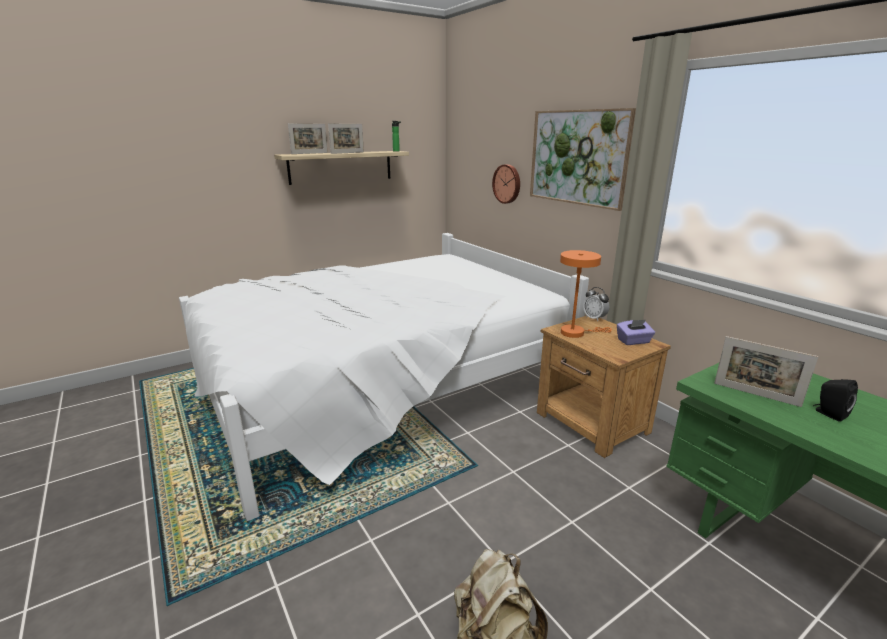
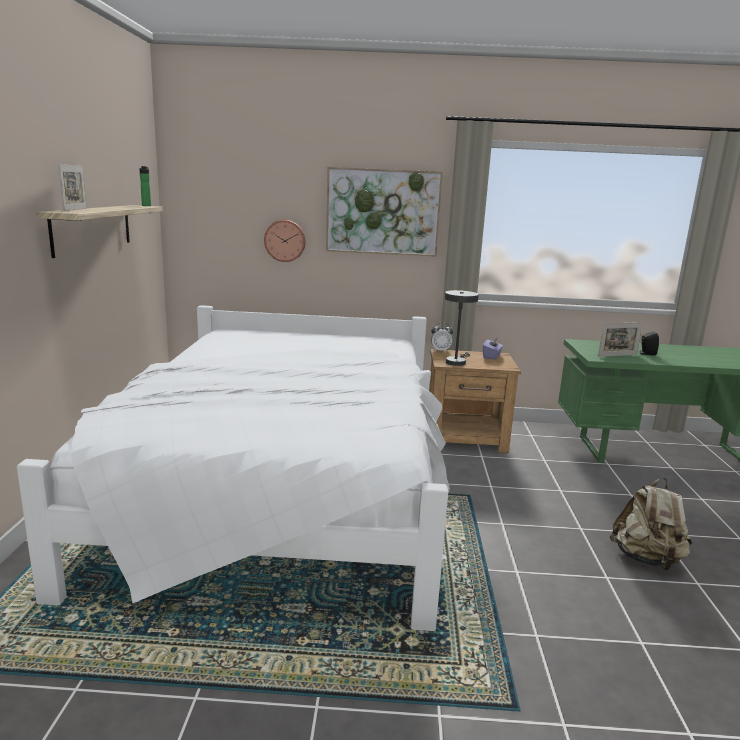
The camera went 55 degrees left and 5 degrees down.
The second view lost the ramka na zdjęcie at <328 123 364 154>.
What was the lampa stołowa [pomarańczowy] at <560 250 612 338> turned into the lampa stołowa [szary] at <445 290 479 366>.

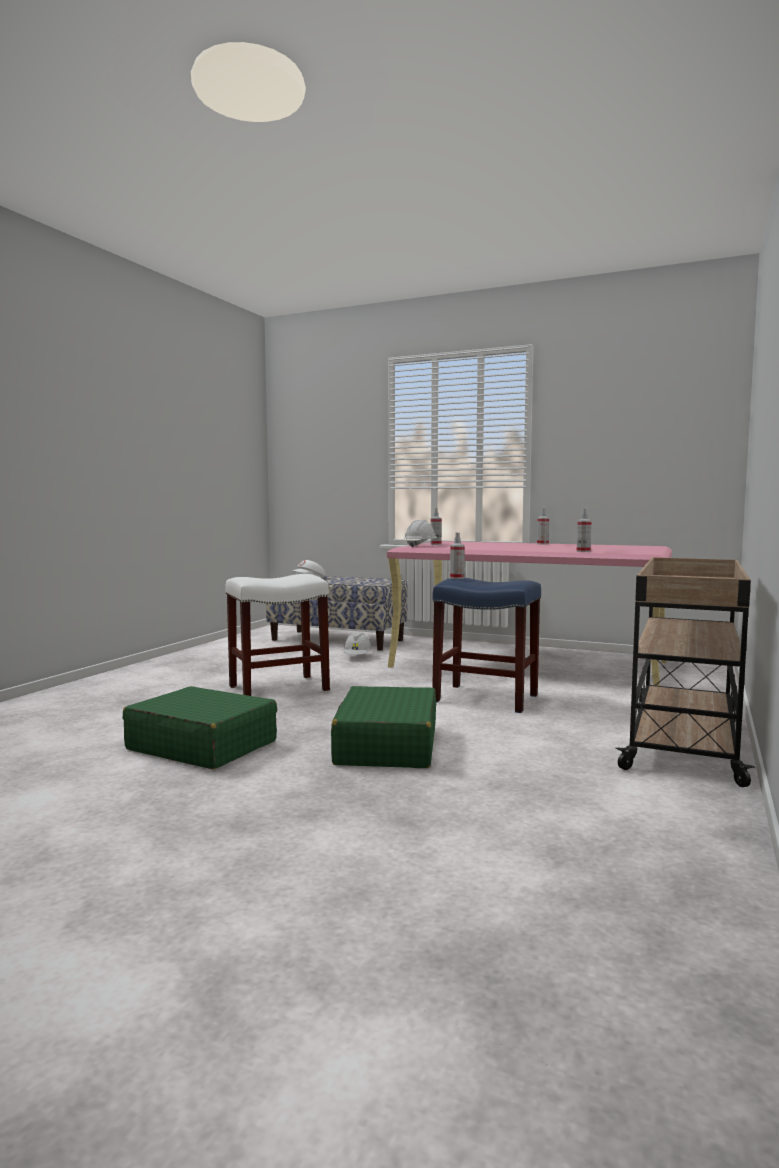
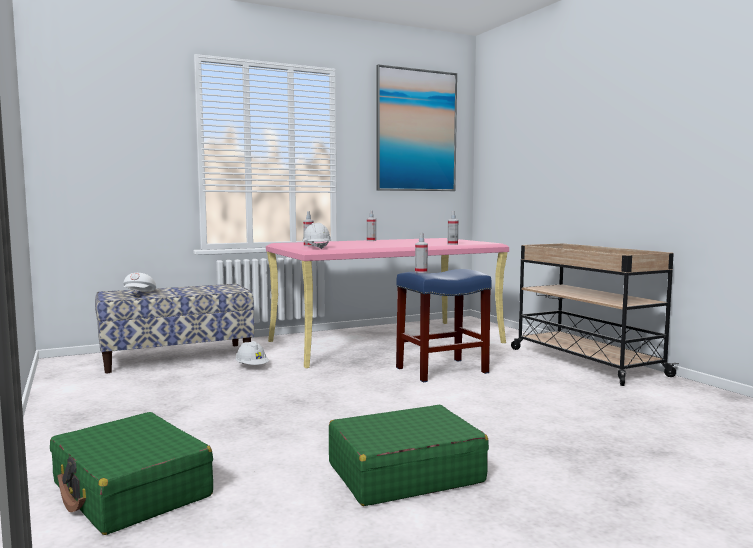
The camera went 50 degrees left and 0 degrees up.
The second view lost the stołek [biały] at <225 574 330 696>.
The walizka [zielony] ended up elsewhere, having gone from <331 686 437 768> to <50 412 213 535>.
The second view gained the obraz at <376 64 457 191>.

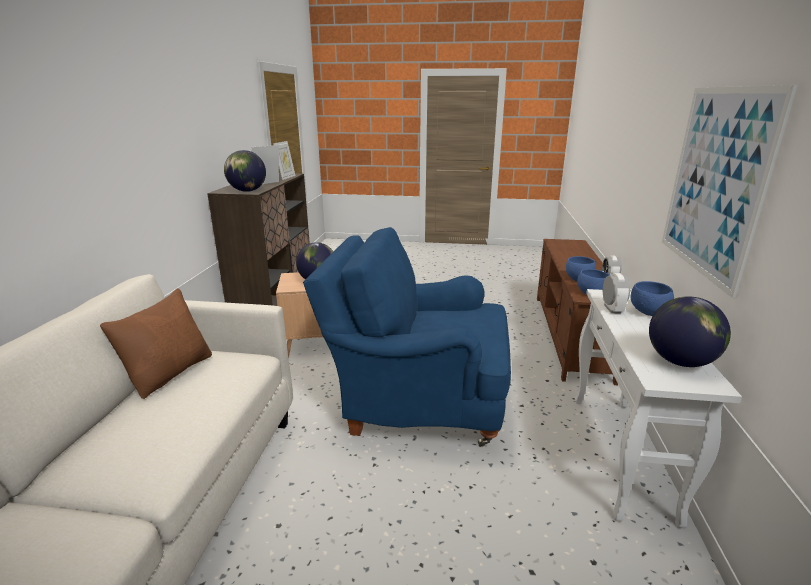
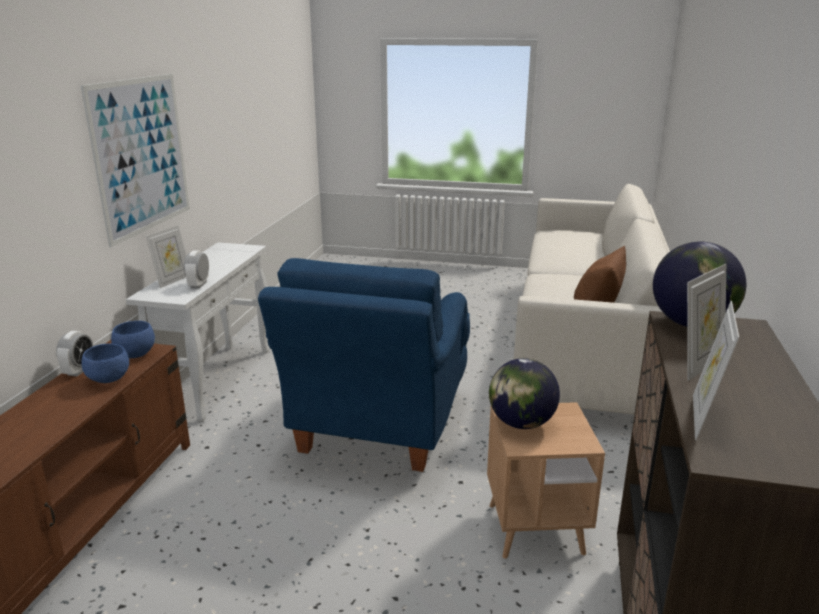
The camera went 175 degrees left and 0 degrees up.
The fotel [niebieski] at <303 227 511 447> ended up facing another way, 90 degrees clockwise from before.
Where the miska [niebieski] stood at <630 281 674 316>, the ramka na zdjęcie came to stand at <146 225 186 288>.
The second view lost the globus at <649 296 731 367>.

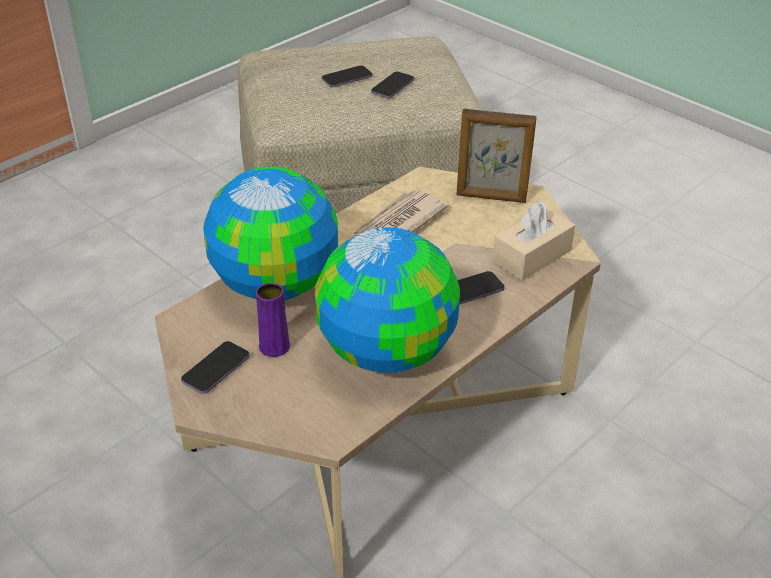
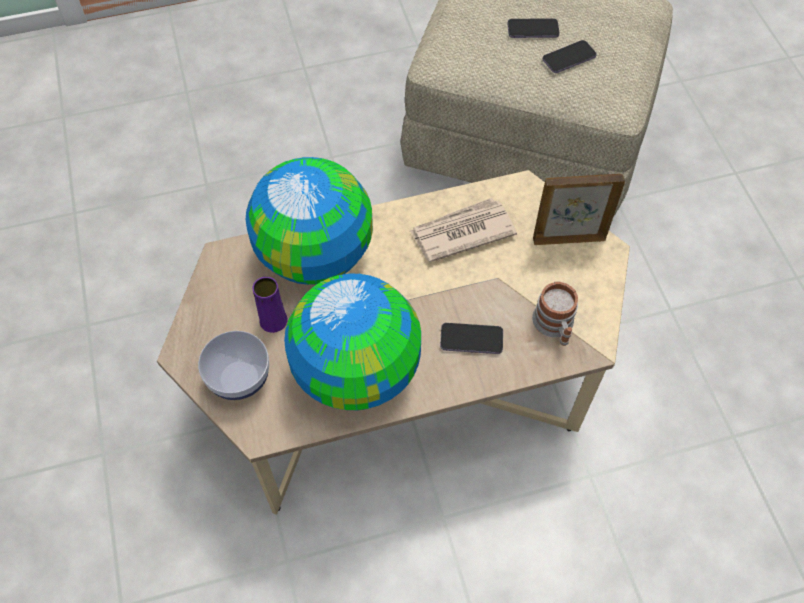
The camera went 30 degrees right and 20 degrees up.
The second view lost the telefon at <181 341 250 394>.
The ramka na zdjęcie at <457 109 537 203> ended up facing another way, 135 degrees clockwise from before.
Where the pudełko chusteczek [beżowy] stood at <493 201 575 281>, the kubek came to stand at <532 282 578 346>.
The second view gained the miska at <198 331 269 400>.

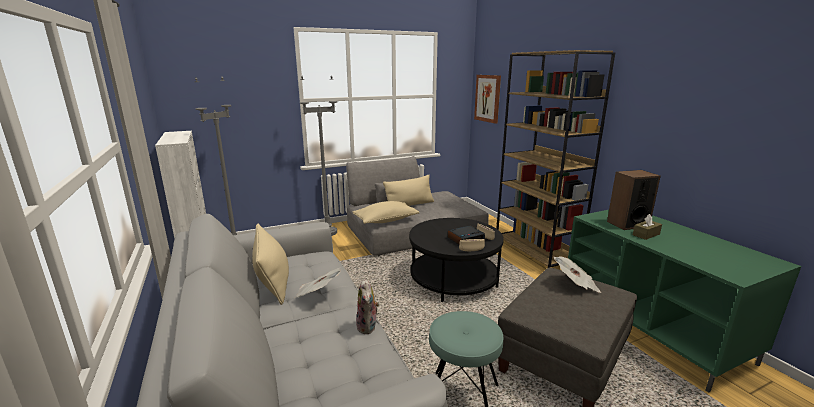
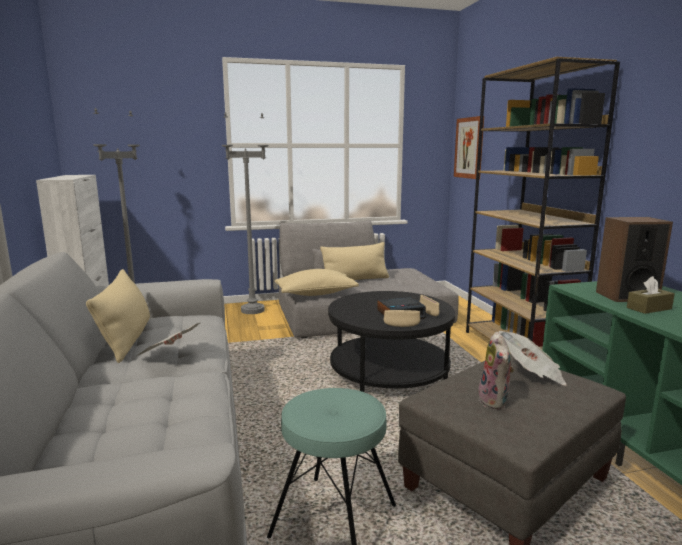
The camera went 10 degrees right and 5 degrees down.
The pluszak ended up elsewhere, having gone from <356 278 380 334> to <479 332 514 409>.

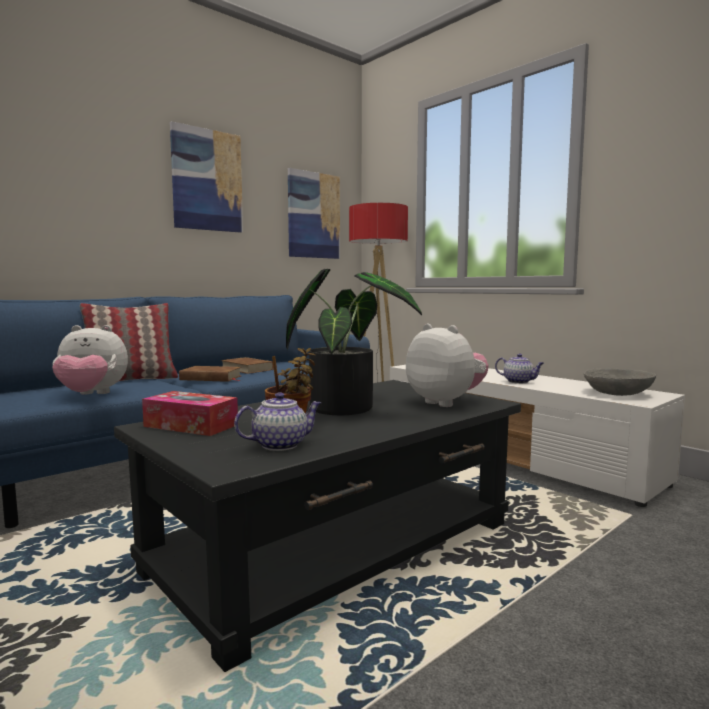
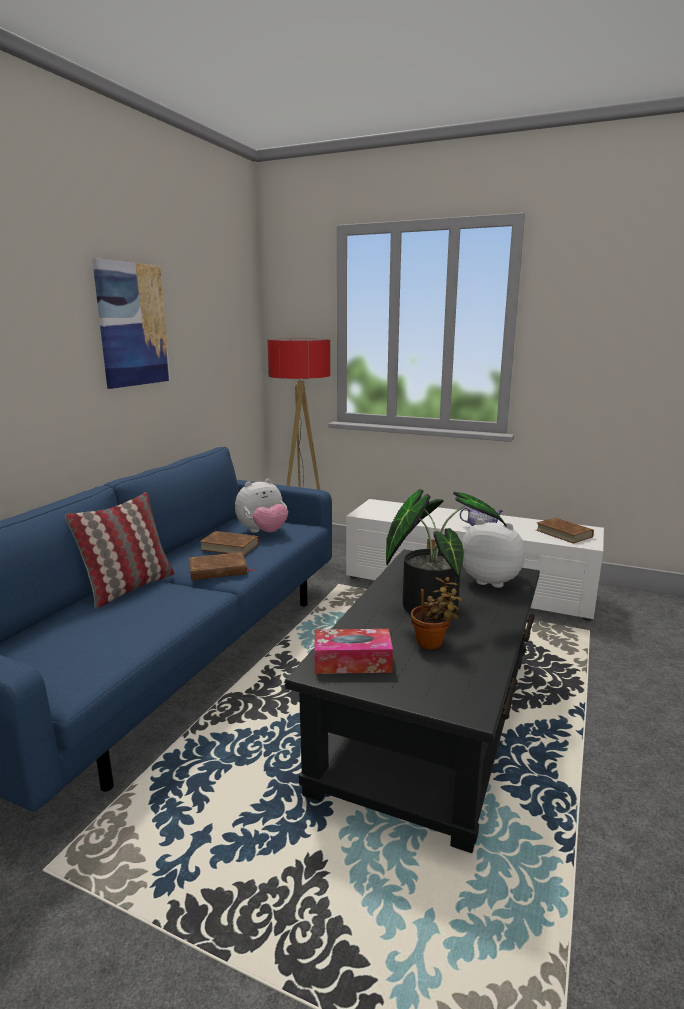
The camera went 25 degrees left and 10 degrees up.
The pluszak ended up elsewhere, having gone from <52 325 128 394> to <235 479 288 533>.
The second view lost the imbryk at <234 392 321 451>.
The second view lost the obraz at <288 168 340 259>.
Where the miska [szary] stood at <584 368 656 396>, the książka [brązowy] came to stand at <536 518 594 544>.

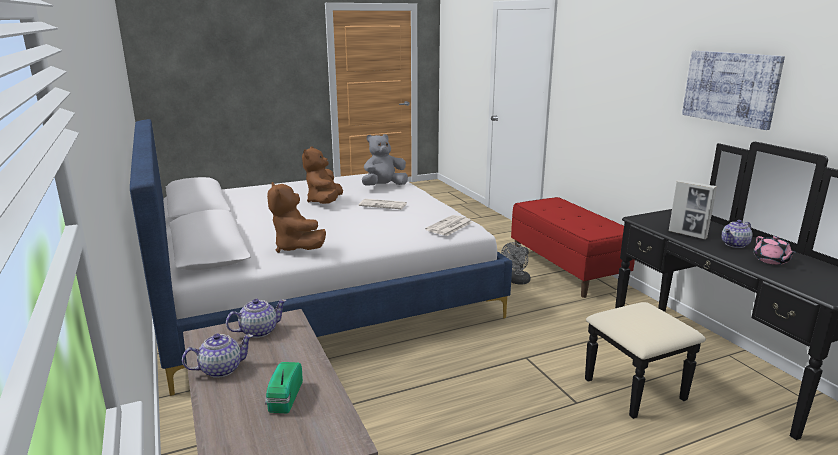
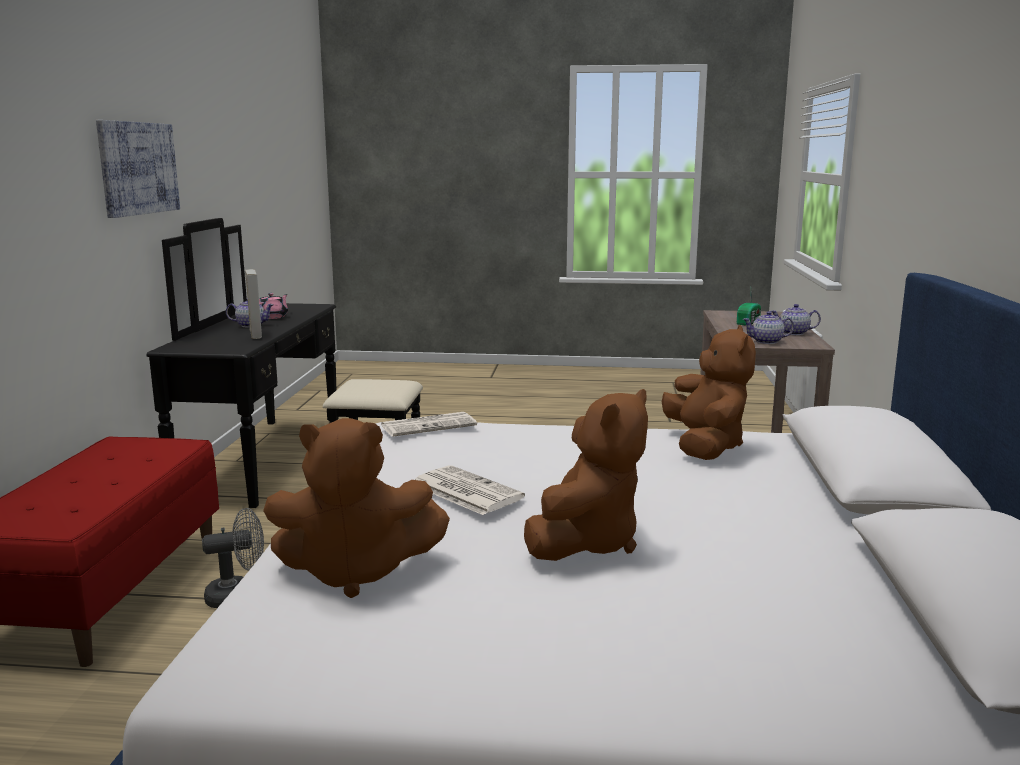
The camera went 150 degrees left and 5 degrees down.
What was the pluszak [szary] at <362 134 408 186> turned into the pluszak [brązowy] at <263 418 450 598>.

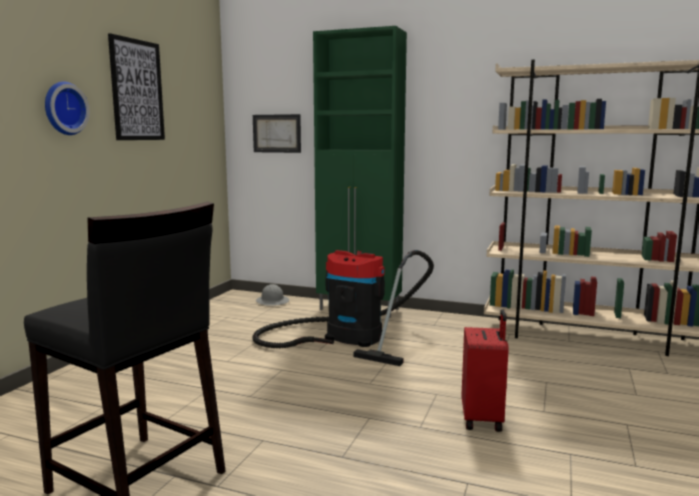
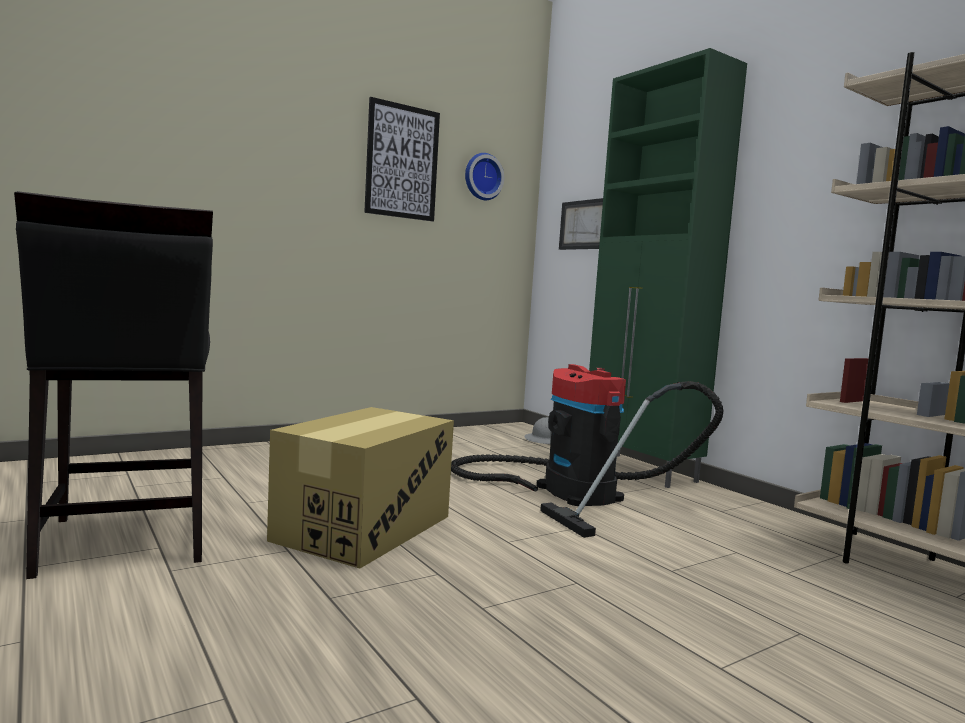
The camera went 35 degrees right and 5 degrees down.
The zegar ścienny ended up elsewhere, having gone from <45 82 90 135> to <465 153 504 200>.
The second view lost the walizka [czerwony] at <462 309 509 432>.
The second view gained the karton at <267 407 454 569>.

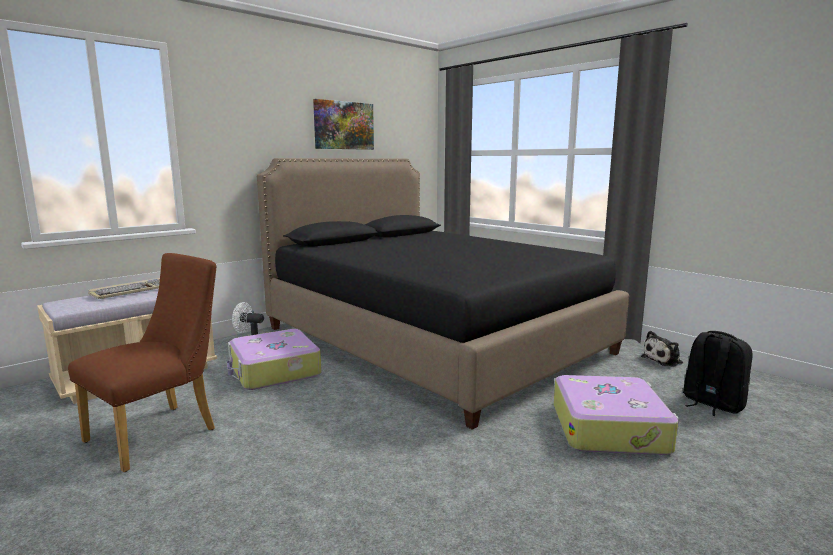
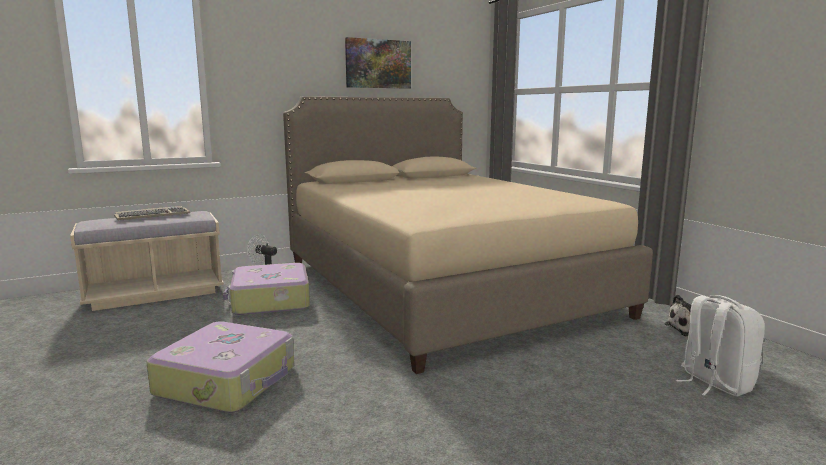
The camera went 15 degrees right and 0 degrees up.
The second view lost the krzesło [brązowy] at <68 253 217 472>.
What was the łóżko [czarny] at <257 158 629 430> turned into the łóżko [beżowy] at <283 96 653 374>.
The walizka ended up elsewhere, having gone from <554 375 679 455> to <146 321 294 413>.
What was the plecak [czarny] at <683 331 753 416> turned into the plecak [biały] at <676 295 765 396>.

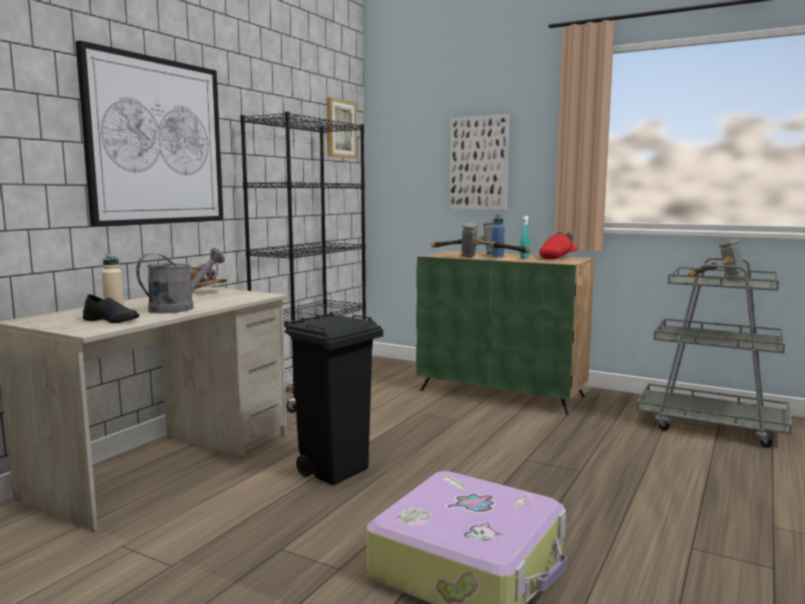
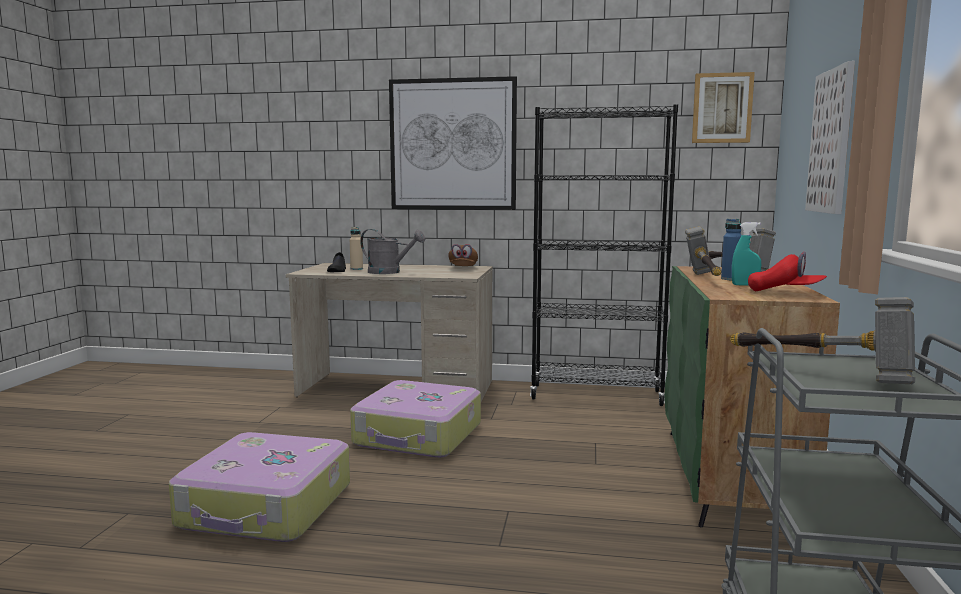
The camera went 70 degrees right and 0 degrees up.
Where the kosz na śmieci [czarny] stood at <284 312 383 485>, the walizka came to stand at <350 380 481 458>.

